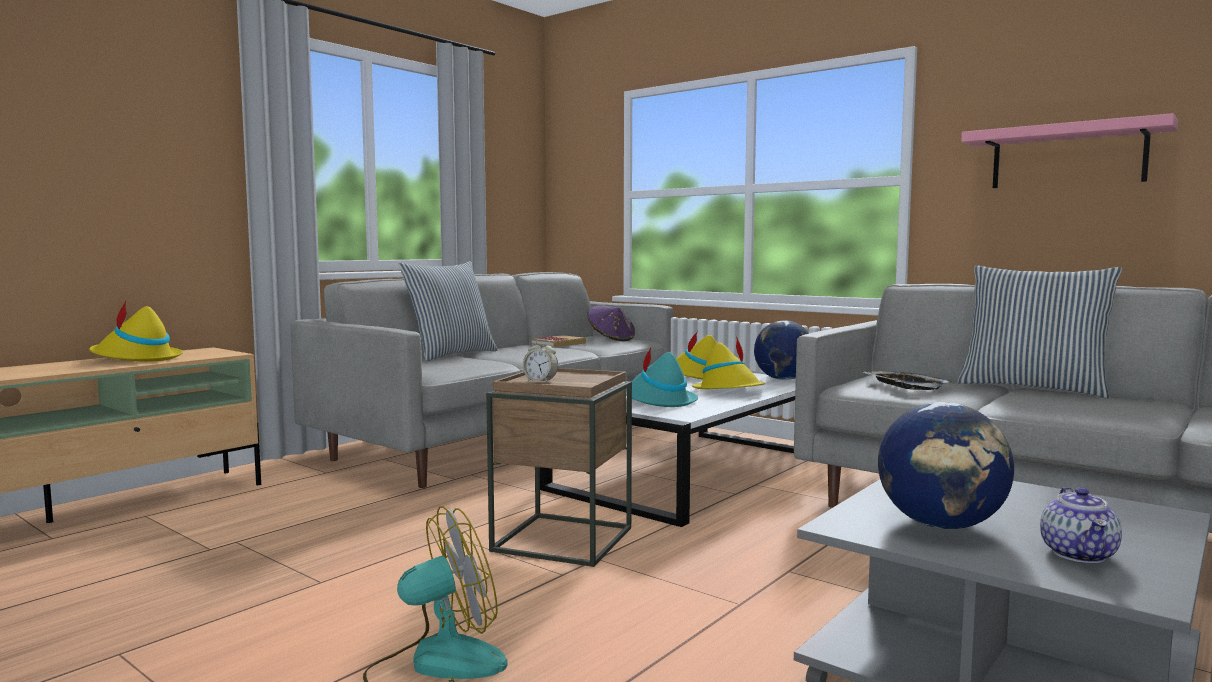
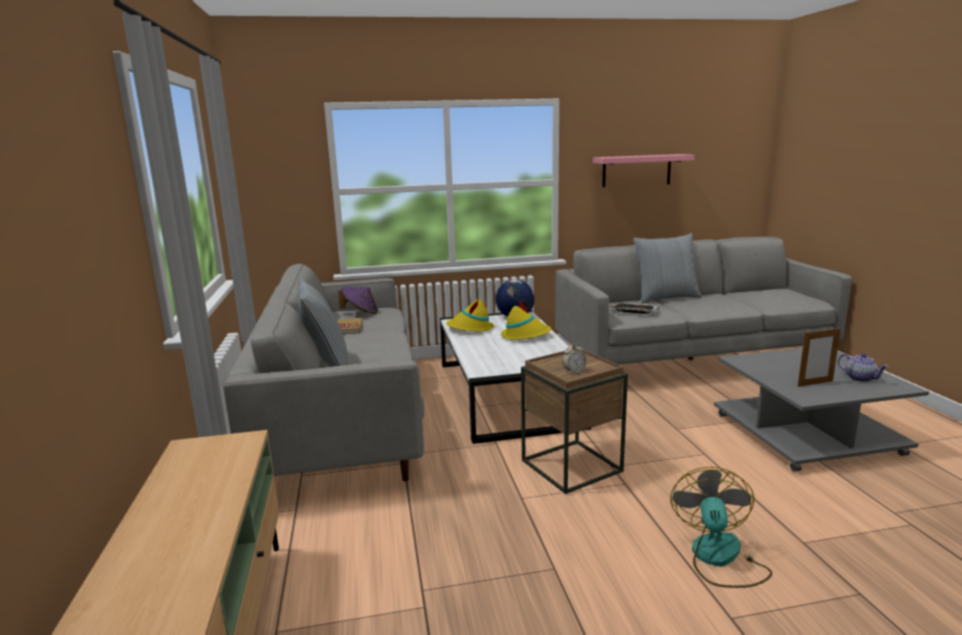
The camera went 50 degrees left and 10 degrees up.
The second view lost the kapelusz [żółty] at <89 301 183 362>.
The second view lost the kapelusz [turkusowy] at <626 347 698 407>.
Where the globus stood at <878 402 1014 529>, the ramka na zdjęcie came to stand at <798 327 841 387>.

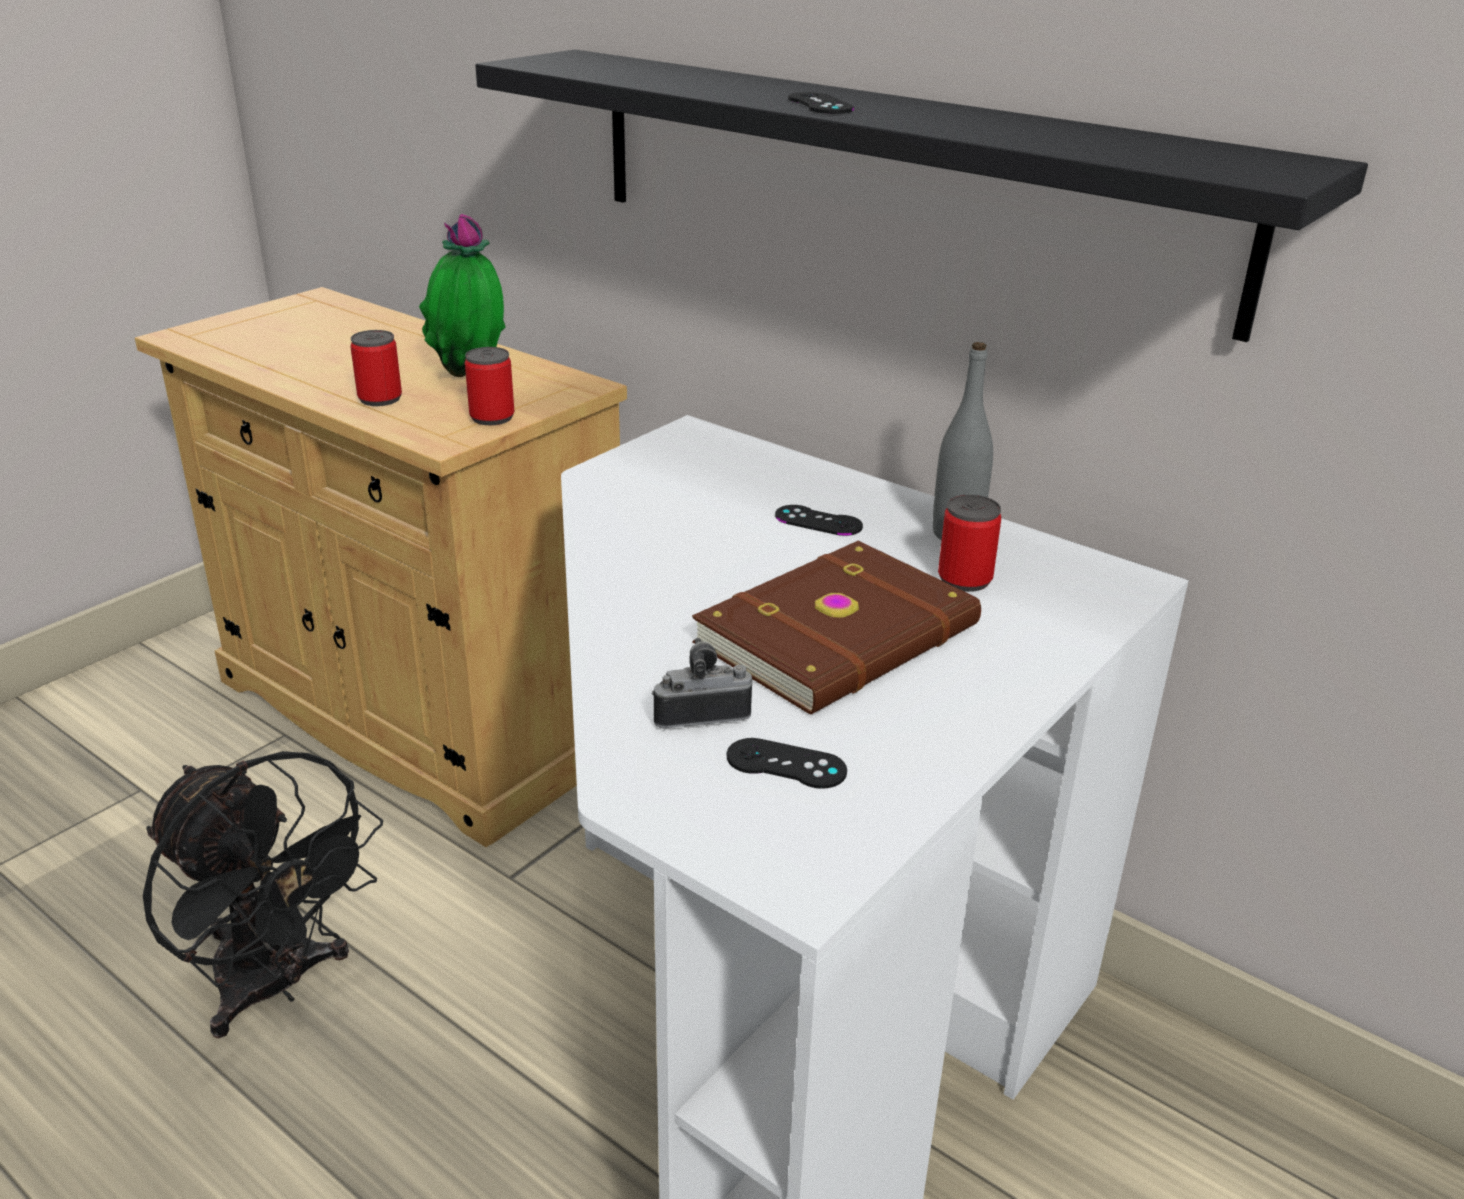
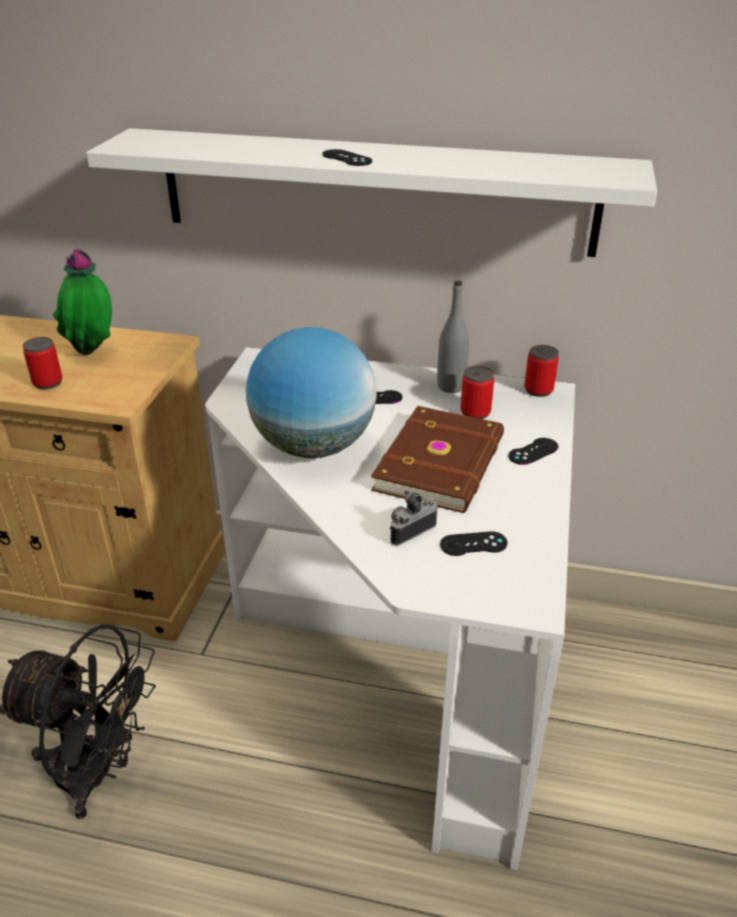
The camera went 25 degrees left and 5 degrees up.
The puszka ended up elsewhere, having gone from <465 347 515 425> to <524 345 559 397>.
What was the półka [czarny] at <475 49 1368 342> turned into the półka [biały] at <86 128 657 257>.
The second view gained the globus at <246 327 377 458>.
The second view gained the pad do gier [czarny] at <508 438 559 465>.

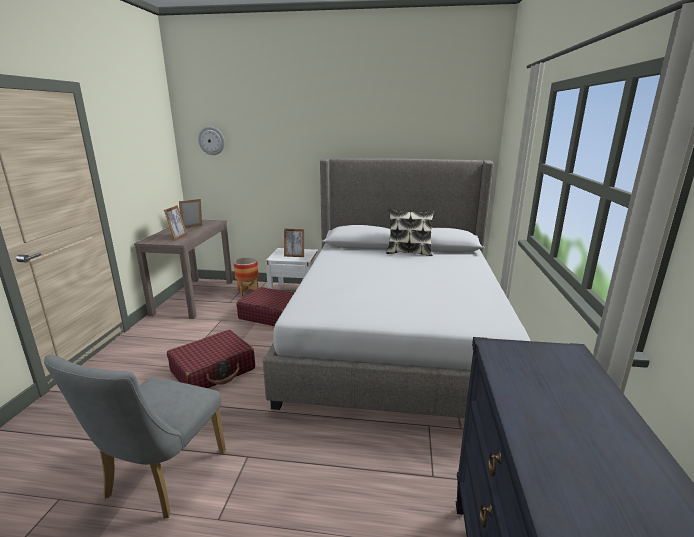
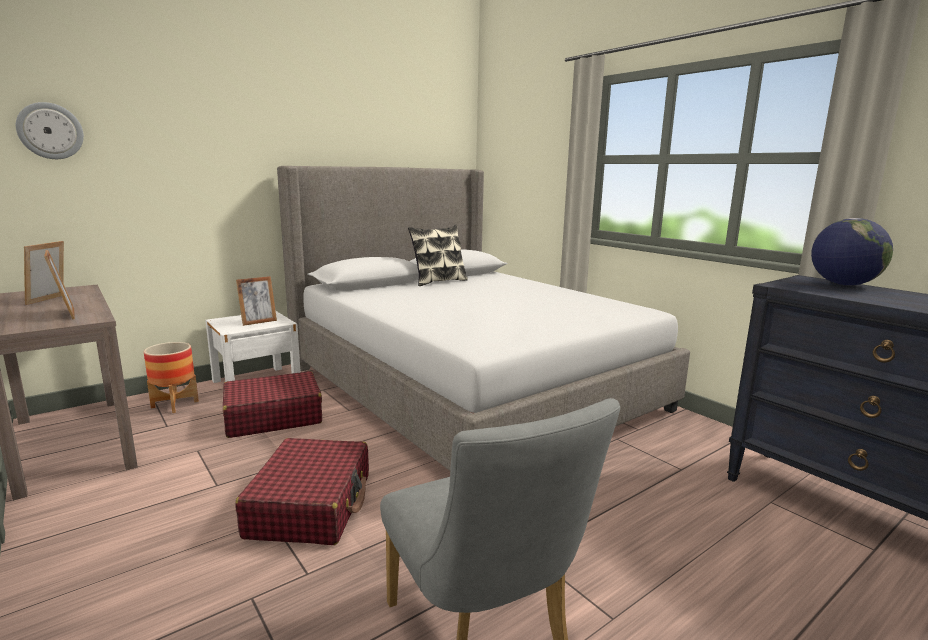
The camera went 45 degrees left and 5 degrees down.
The second view gained the globus at <811 218 893 286>.

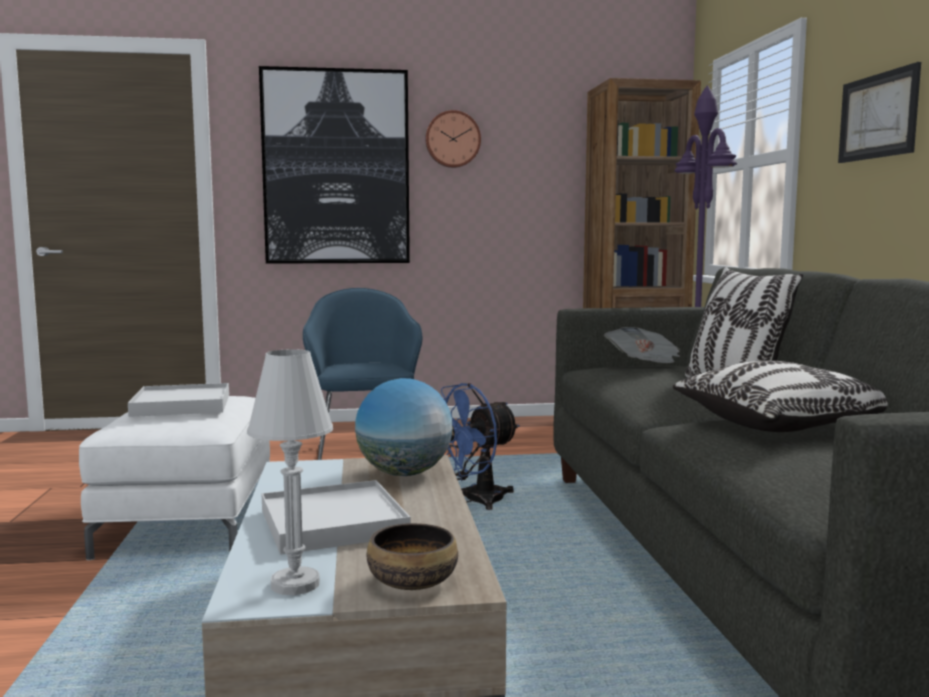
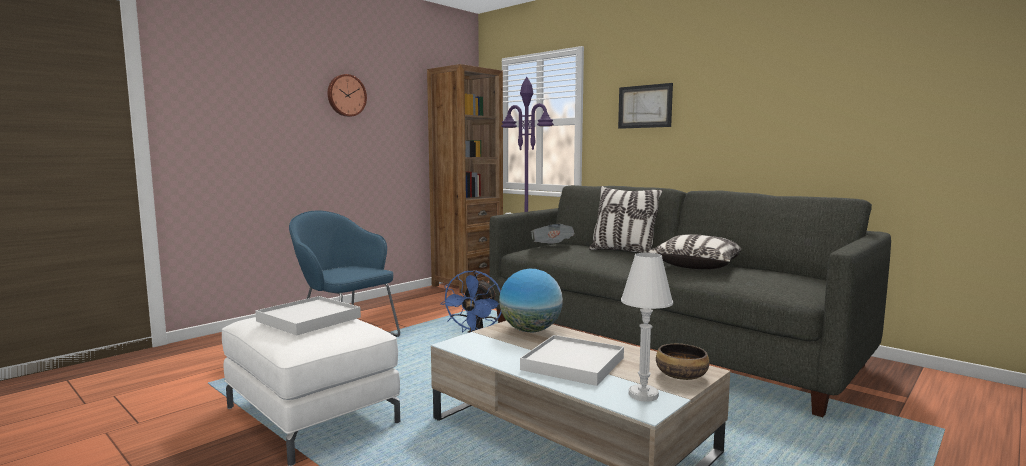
The camera went 40 degrees left and 0 degrees up.
The second view lost the obraz at <259 66 410 264>.

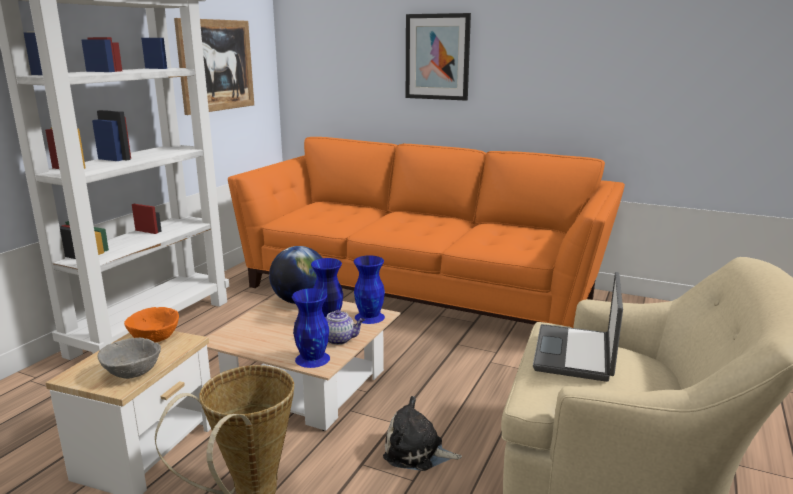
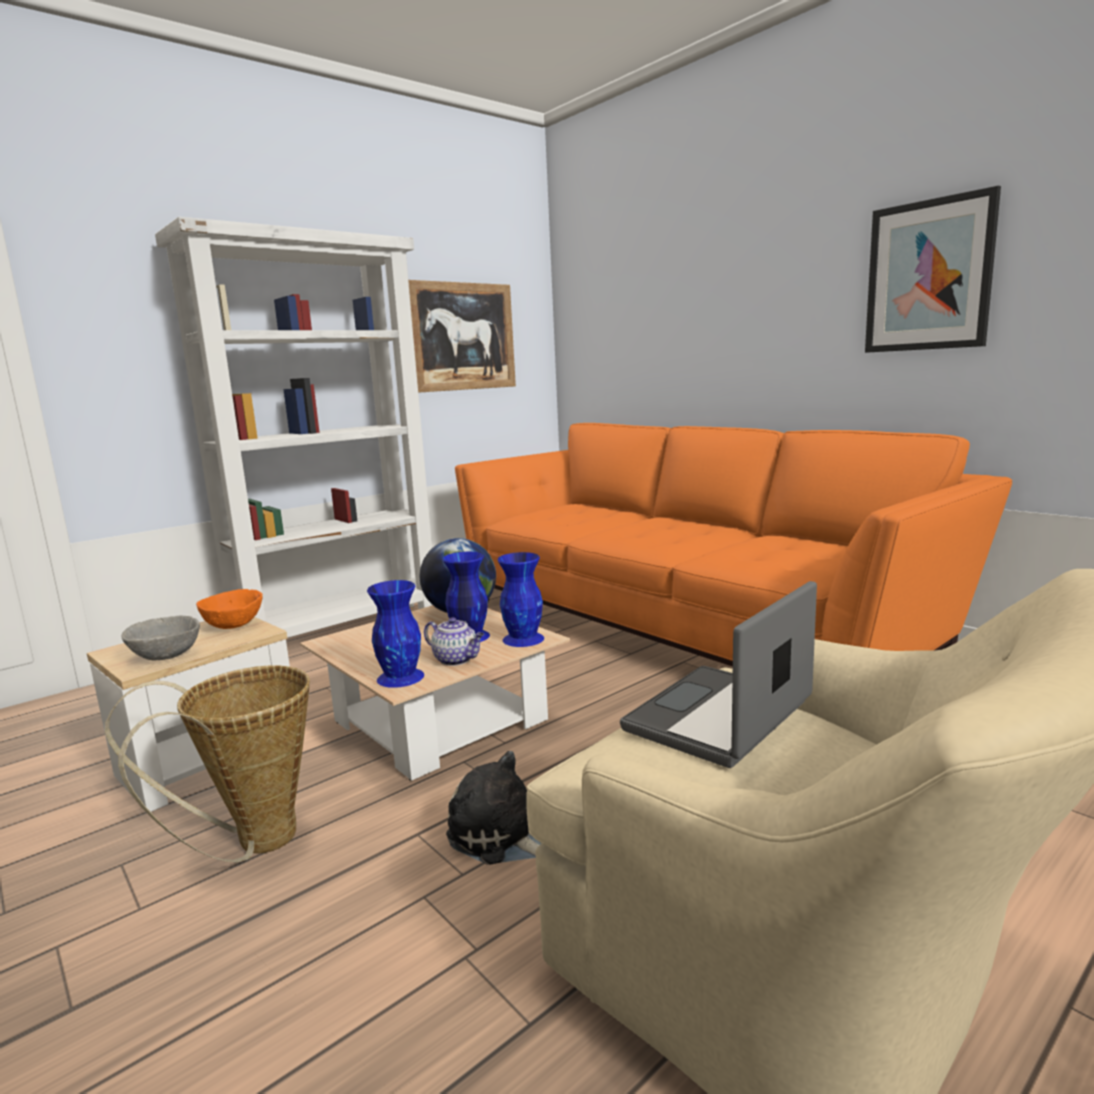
The camera went 25 degrees right and 5 degrees down.
The obraz ended up elsewhere, having gone from <406 13 471 101> to <865 185 1001 353>.

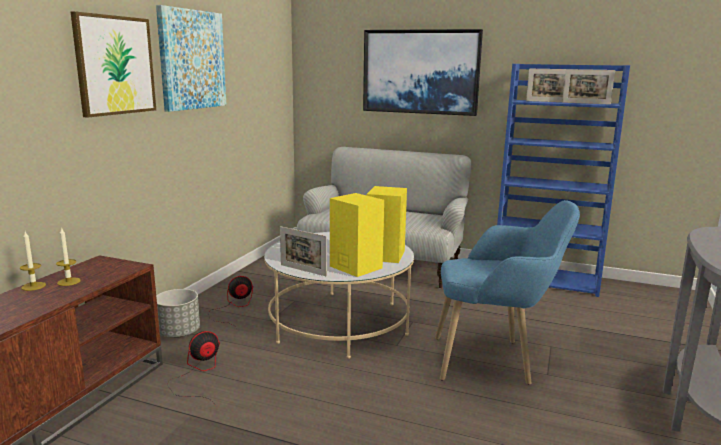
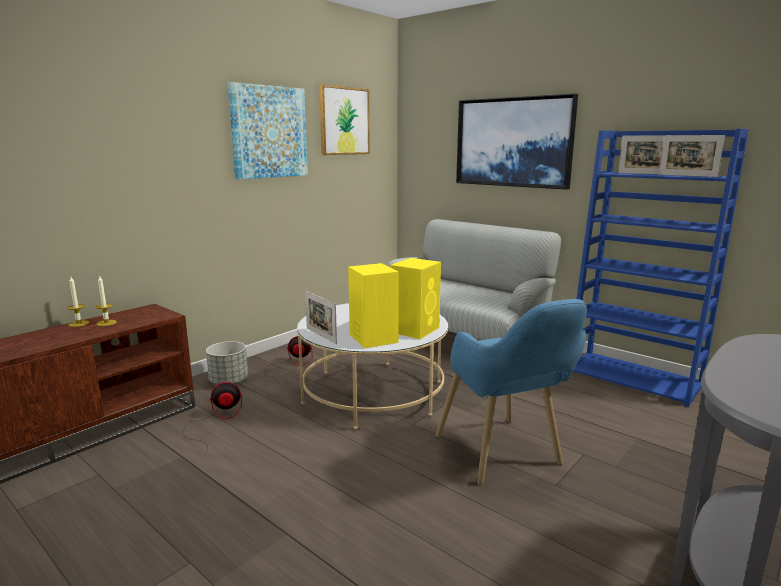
The camera went 20 degrees right and 0 degrees up.
The obraz ended up elsewhere, having gone from <71 11 156 118> to <319 84 370 155>.
The fotel [niebieski] at <435 200 580 385> ended up facing another way, 45 degrees clockwise from before.

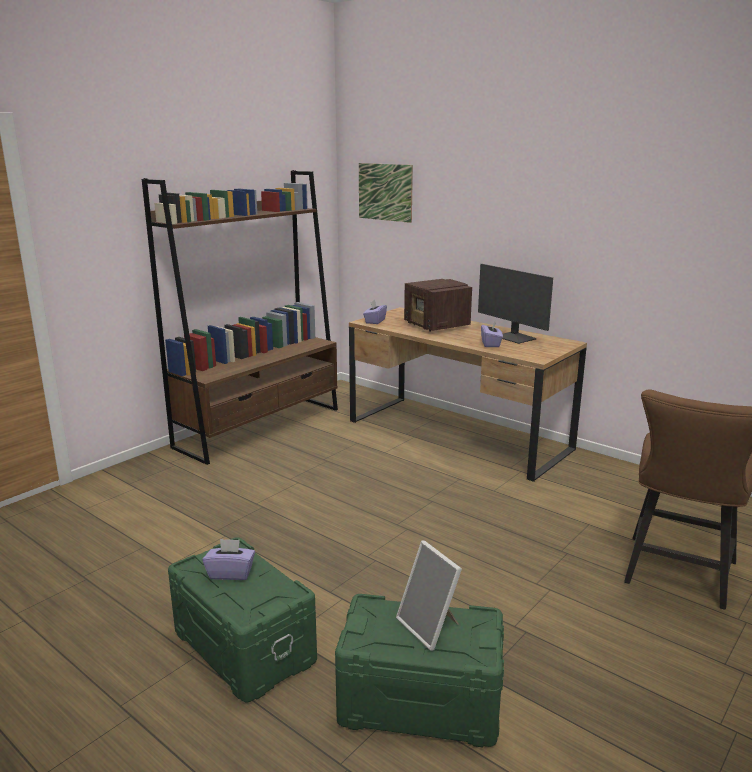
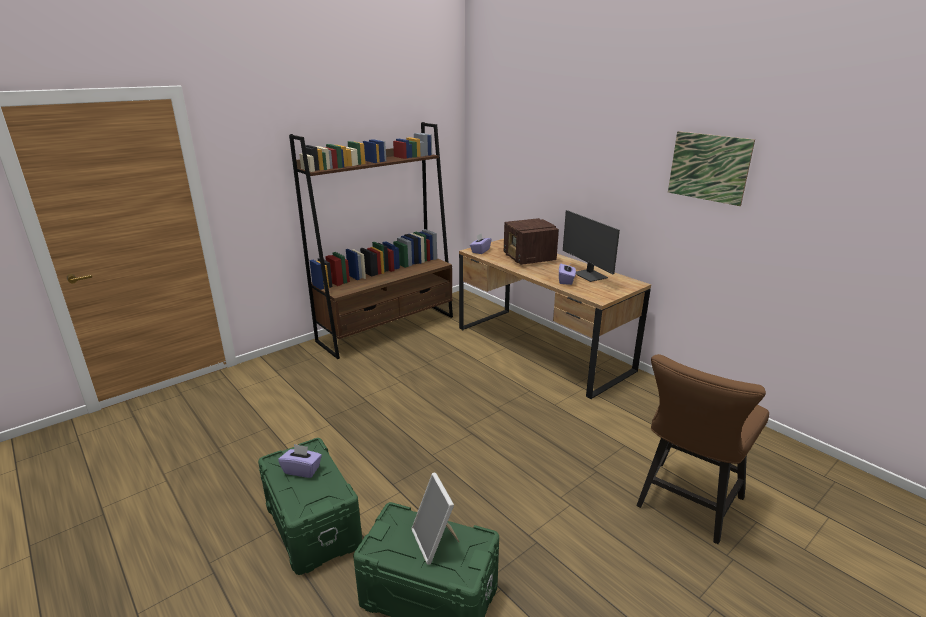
The camera went 10 degrees right and 5 degrees up.
The obraz ended up elsewhere, having gone from <359 163 413 223> to <668 131 755 206>.

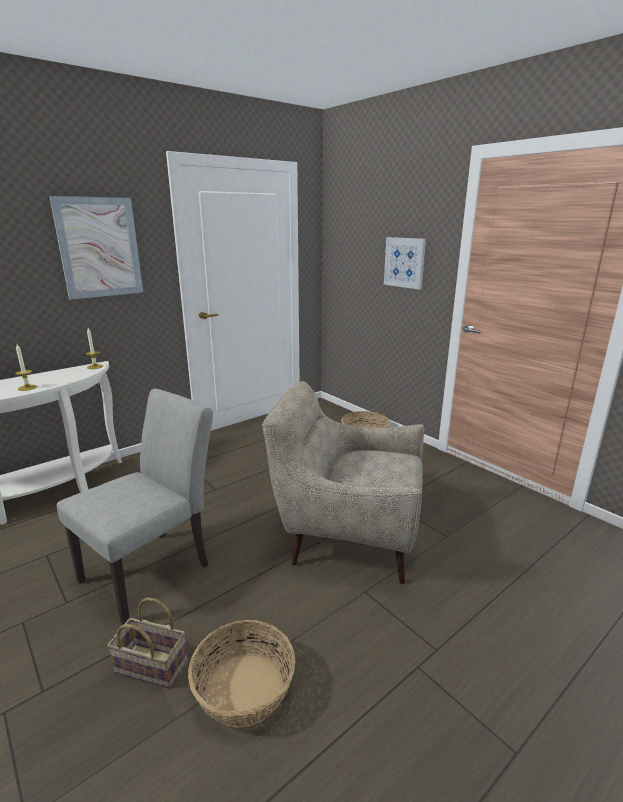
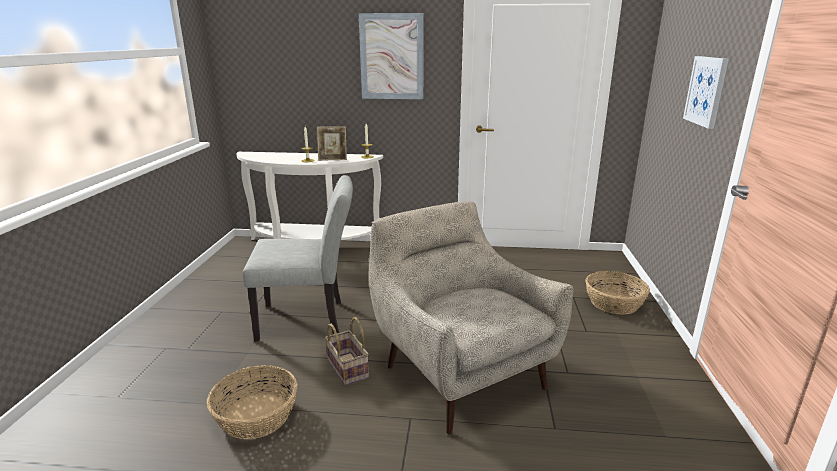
The camera went 45 degrees right and 0 degrees up.
The koszyk ended up elsewhere, having gone from <107 598 187 688> to <325 317 369 386>.
The second view gained the ramka na zdjęcie at <317 126 347 161>.

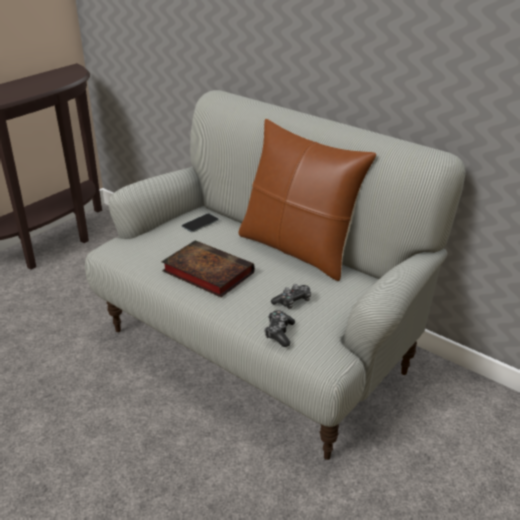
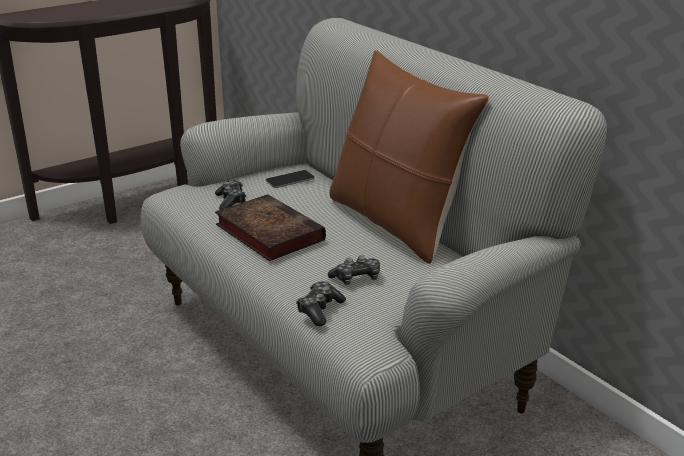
The camera went 15 degrees right and 5 degrees down.
The second view gained the pad do gier at <215 180 246 210>.

